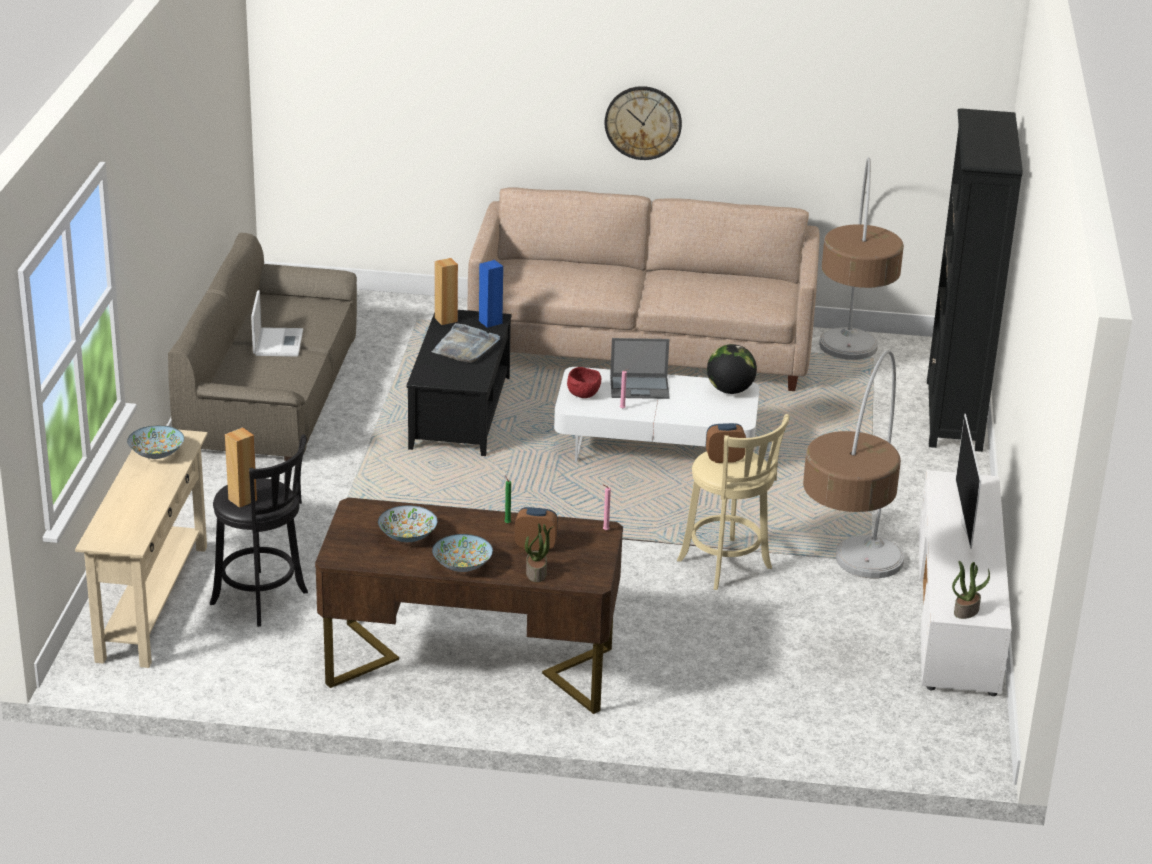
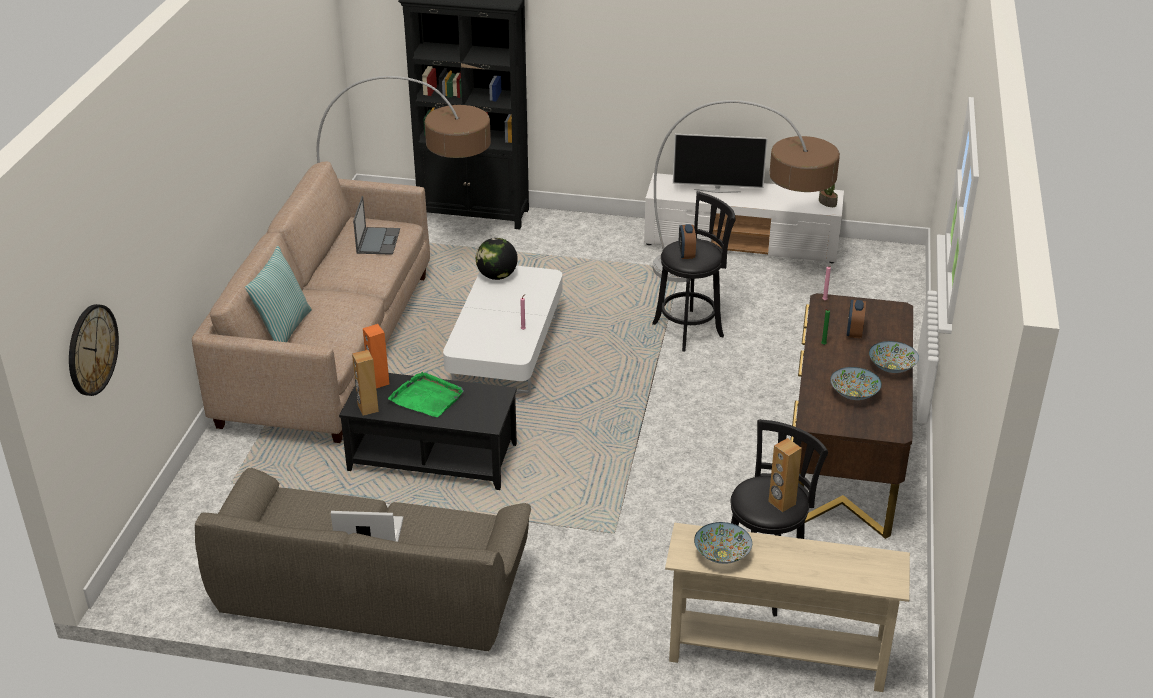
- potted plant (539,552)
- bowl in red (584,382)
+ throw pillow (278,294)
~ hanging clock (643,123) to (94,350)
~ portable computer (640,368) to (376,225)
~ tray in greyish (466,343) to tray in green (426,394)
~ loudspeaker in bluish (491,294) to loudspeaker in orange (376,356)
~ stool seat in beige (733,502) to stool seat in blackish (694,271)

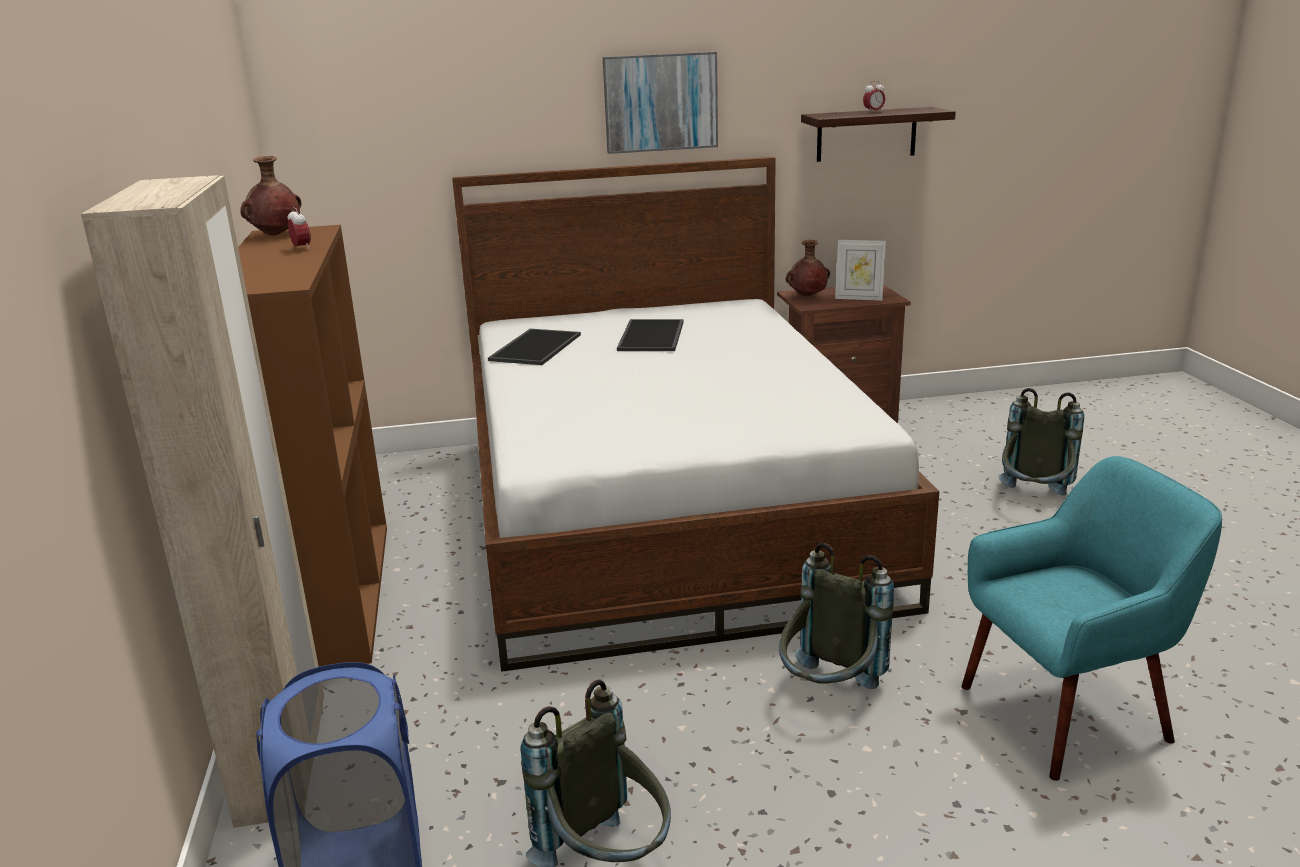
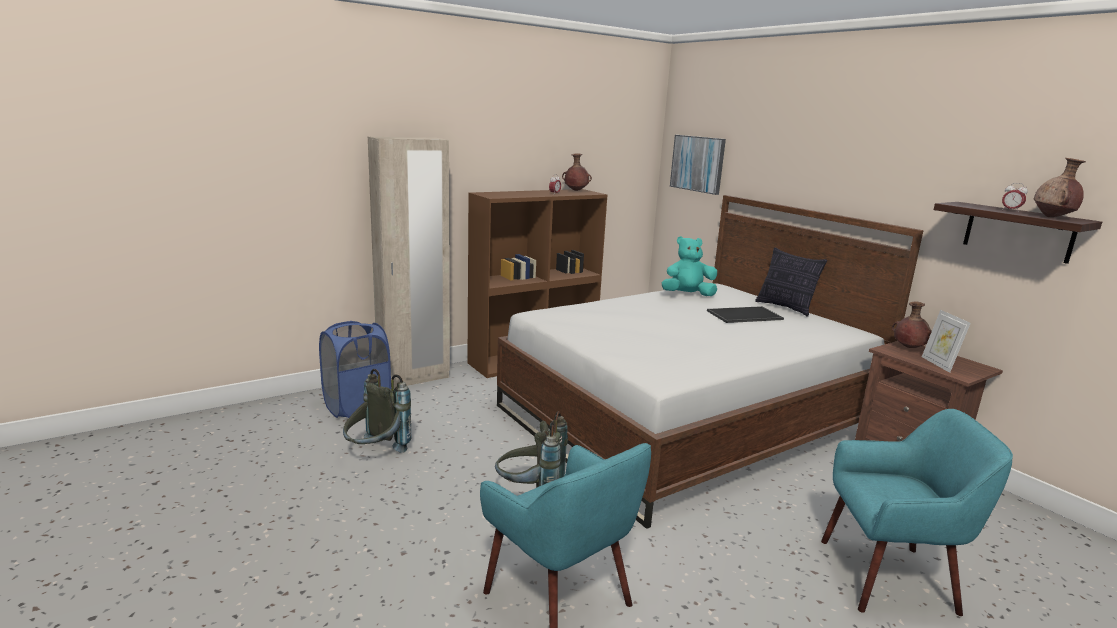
+ throw pillow (791,282)
+ vase in brown (1060,187)
~ wall picture (660,103) to (698,165)
~ tray (534,347) to cuddly toy in turquoise-coloured (689,266)
~ knapsack in greyish (1041,442) to armchair in turquoise-coloured (917,512)

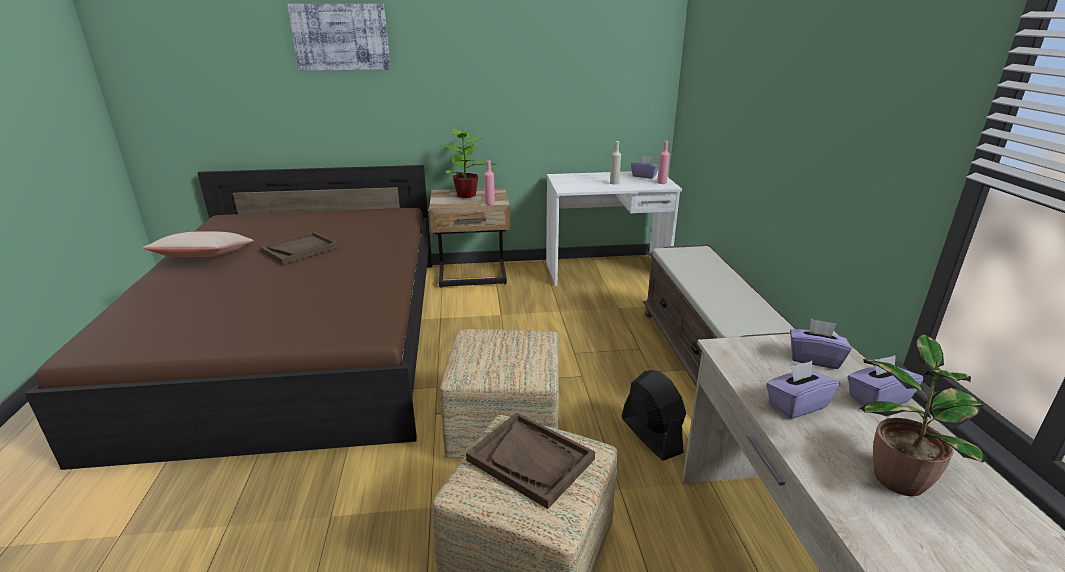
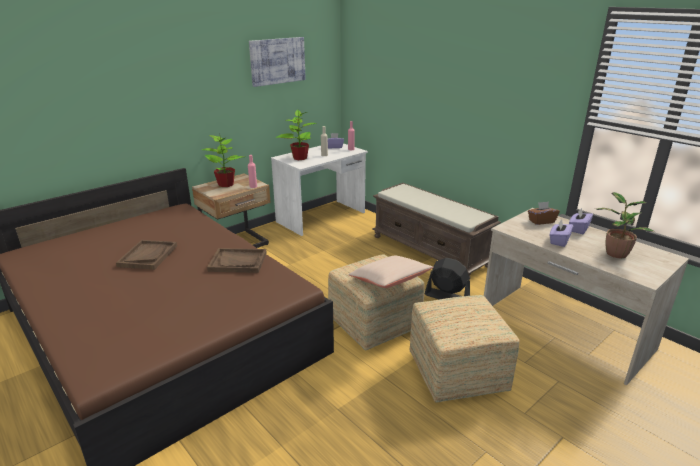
+ potted plant (296,135)
~ throw pillow in beige (198,244) to (391,272)
~ wall picture (339,37) to (277,62)
~ tray in brown (530,460) to (237,260)
~ tissue box in purple (821,344) to tissue box in brown (544,213)

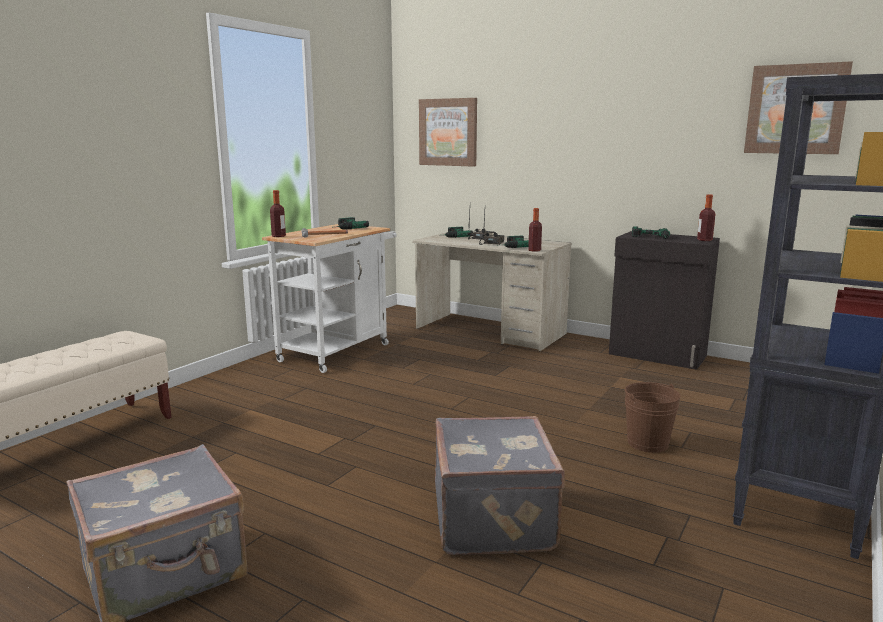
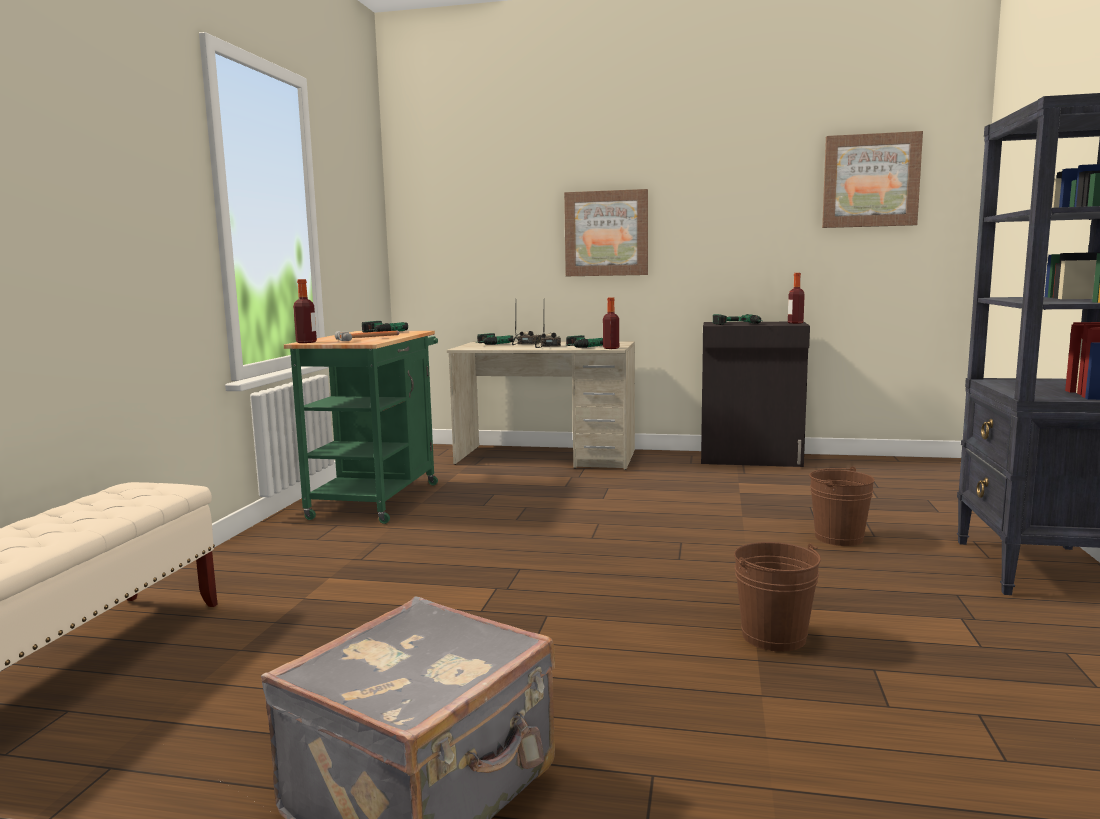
~ wall picture (448,132) to (606,232)
~ travel case in greyish (500,485) to pail in brown (777,597)
~ wheeled cart in whitish (329,298) to wheeled cart in green (361,427)

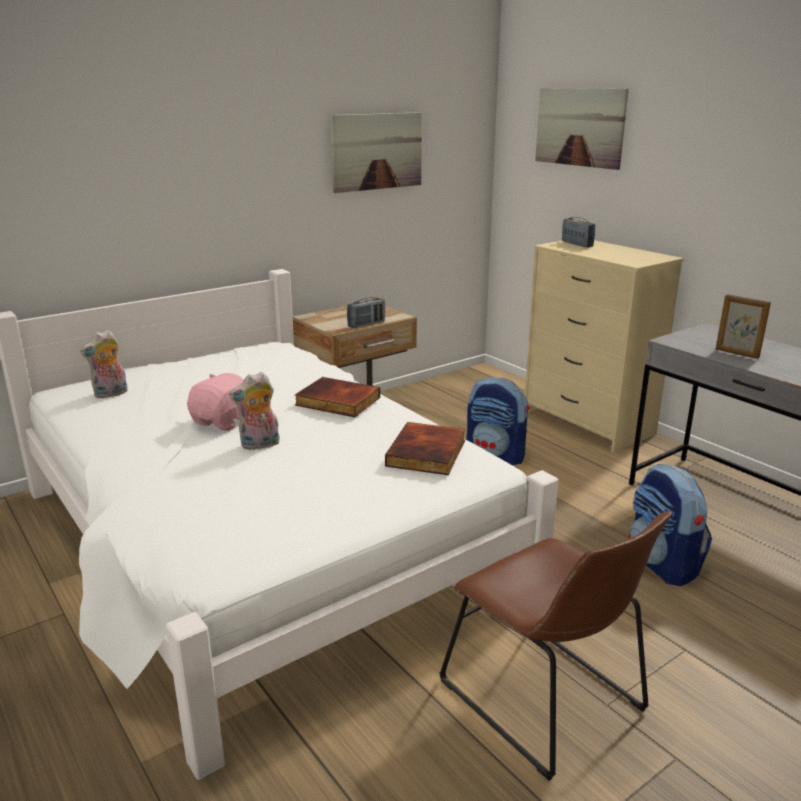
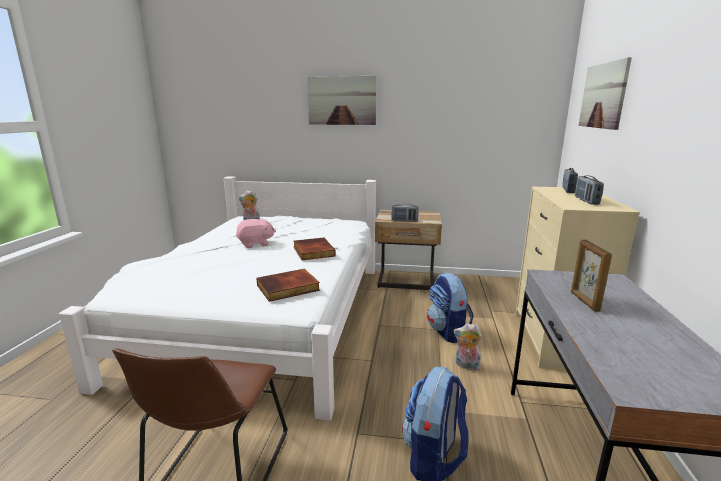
+ radio receiver (589,190)
~ cuddly toy (254,411) to (468,346)
~ wall picture (376,152) to (341,100)

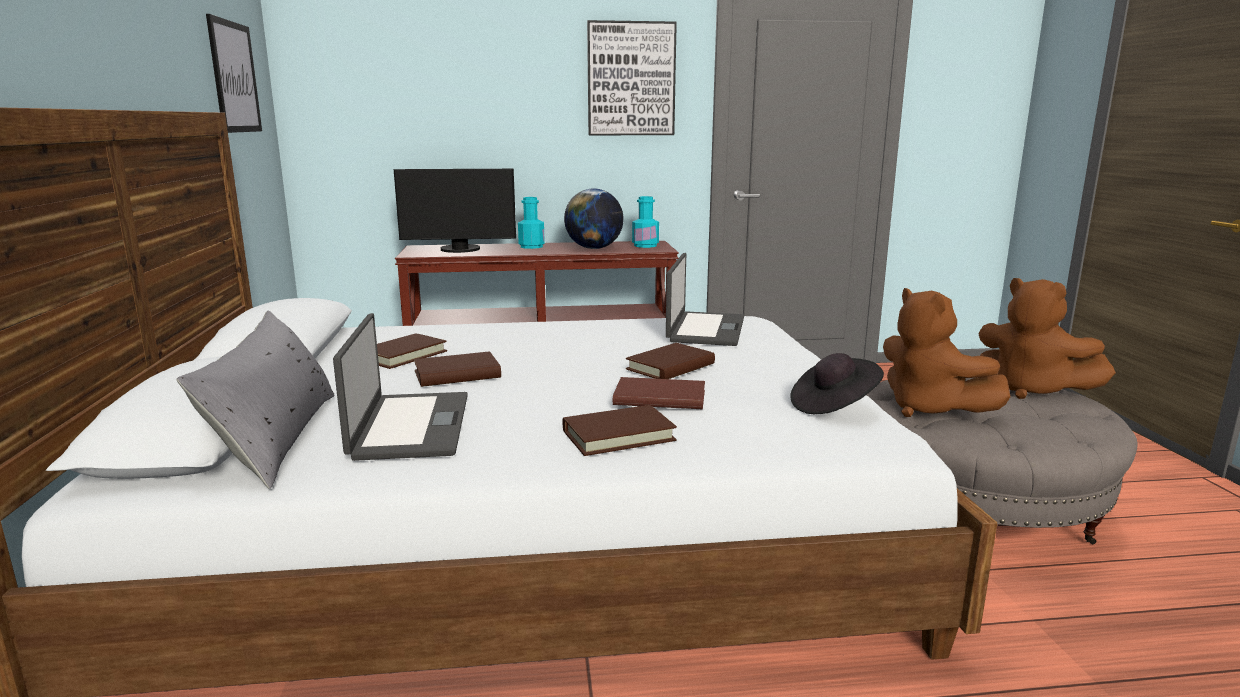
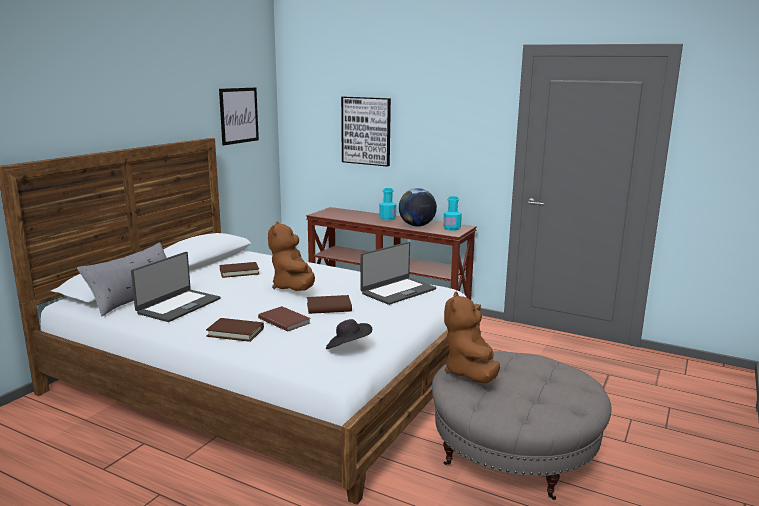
- monitor (455,211)
- volume in brown (457,369)
~ wall picture (632,77) to (366,132)
~ cuddly toy in brown (1047,338) to (291,256)

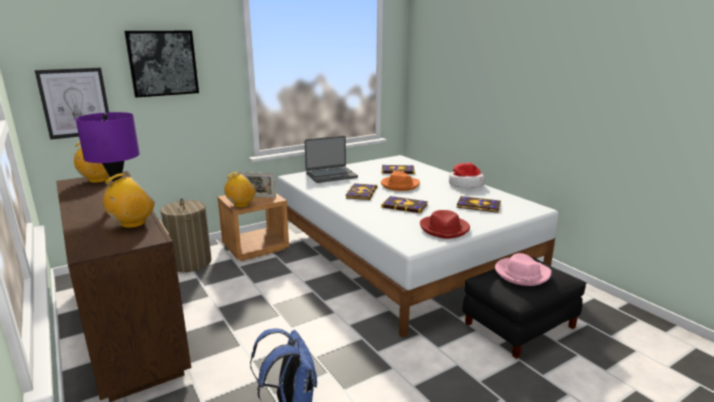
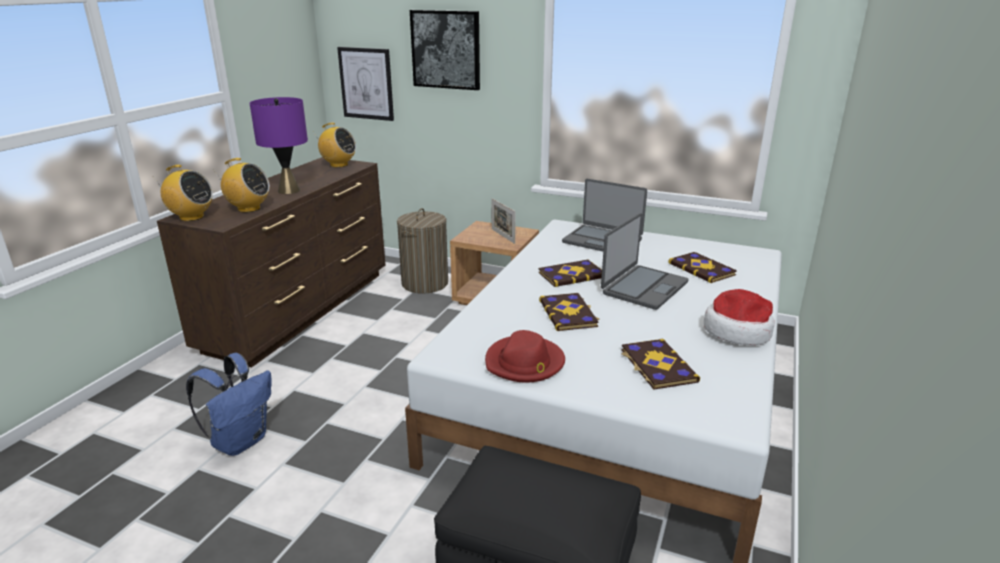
- hat in pink-coloured (523,269)
~ radio receiver (240,190) to (183,193)
~ hat in orange (400,181) to portable computer (644,261)

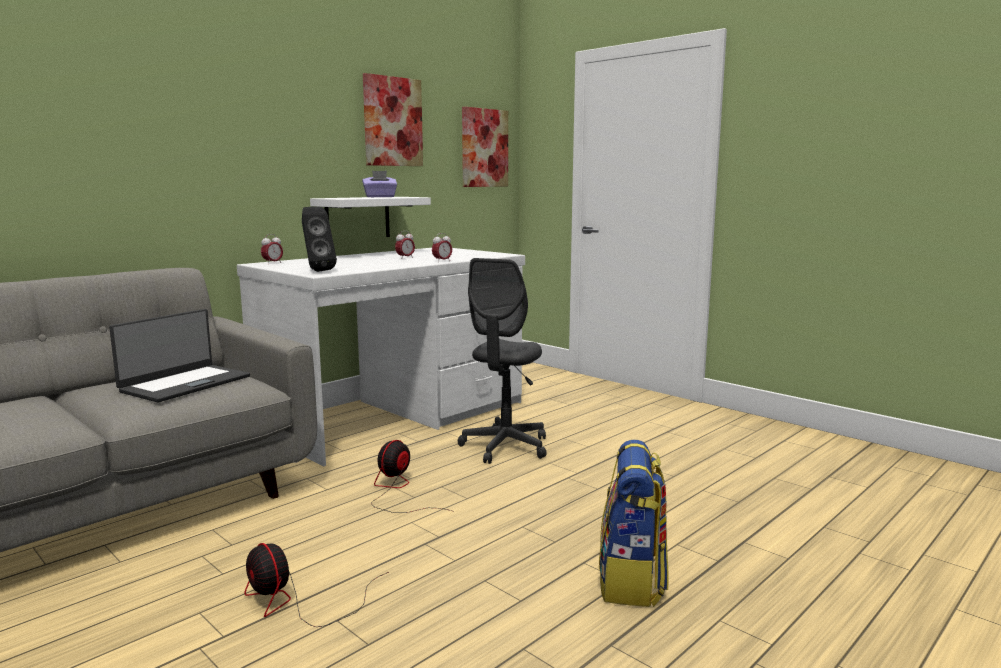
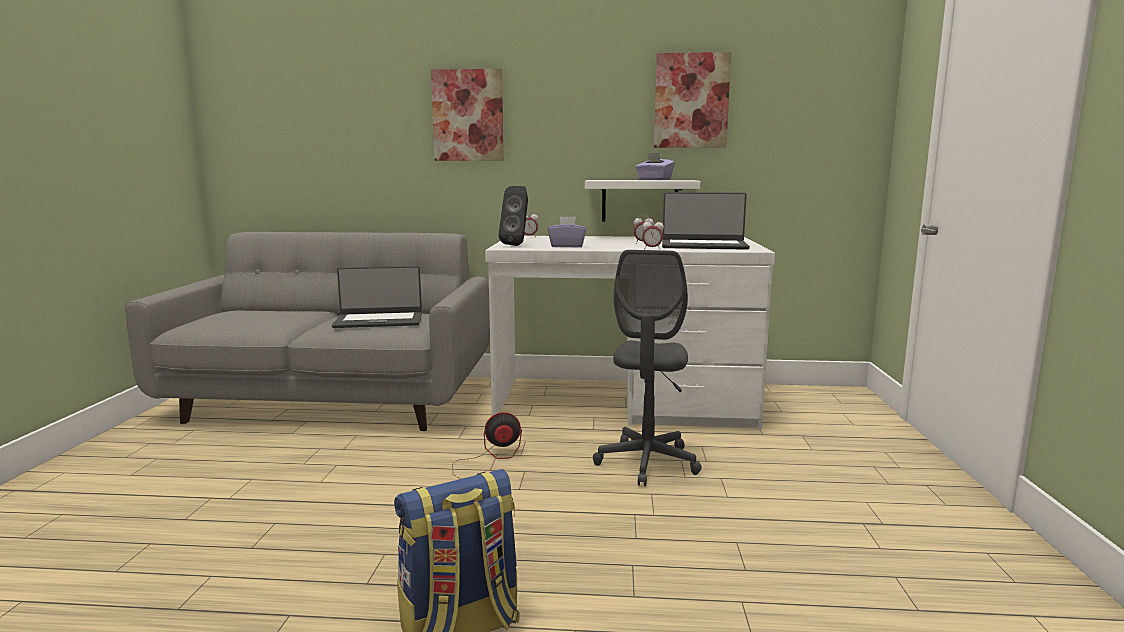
- cooling fan (316,585)
+ tissue box in purple (566,232)
+ portable computer (706,221)
~ wall picture (485,147) to (467,115)
~ office chair in greyish (502,361) = (647,368) 60 degrees counterclockwise

